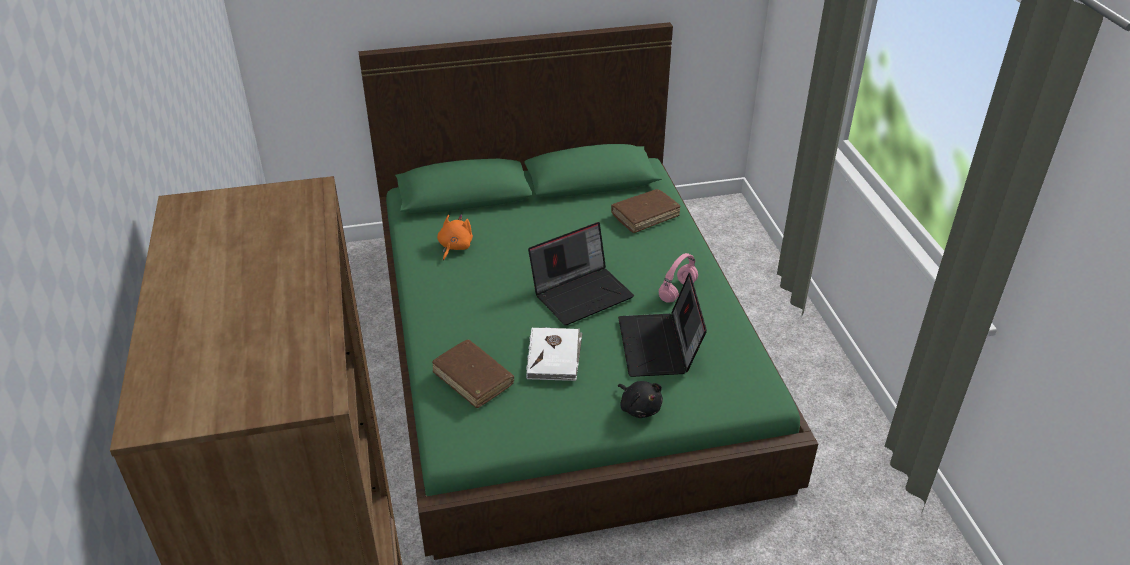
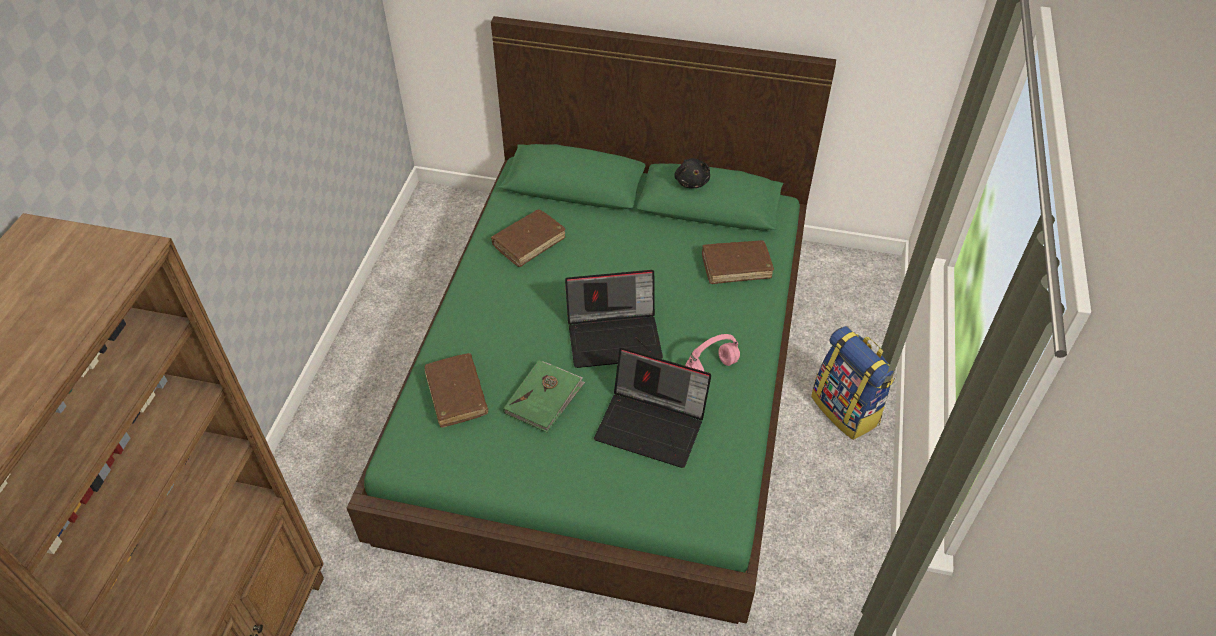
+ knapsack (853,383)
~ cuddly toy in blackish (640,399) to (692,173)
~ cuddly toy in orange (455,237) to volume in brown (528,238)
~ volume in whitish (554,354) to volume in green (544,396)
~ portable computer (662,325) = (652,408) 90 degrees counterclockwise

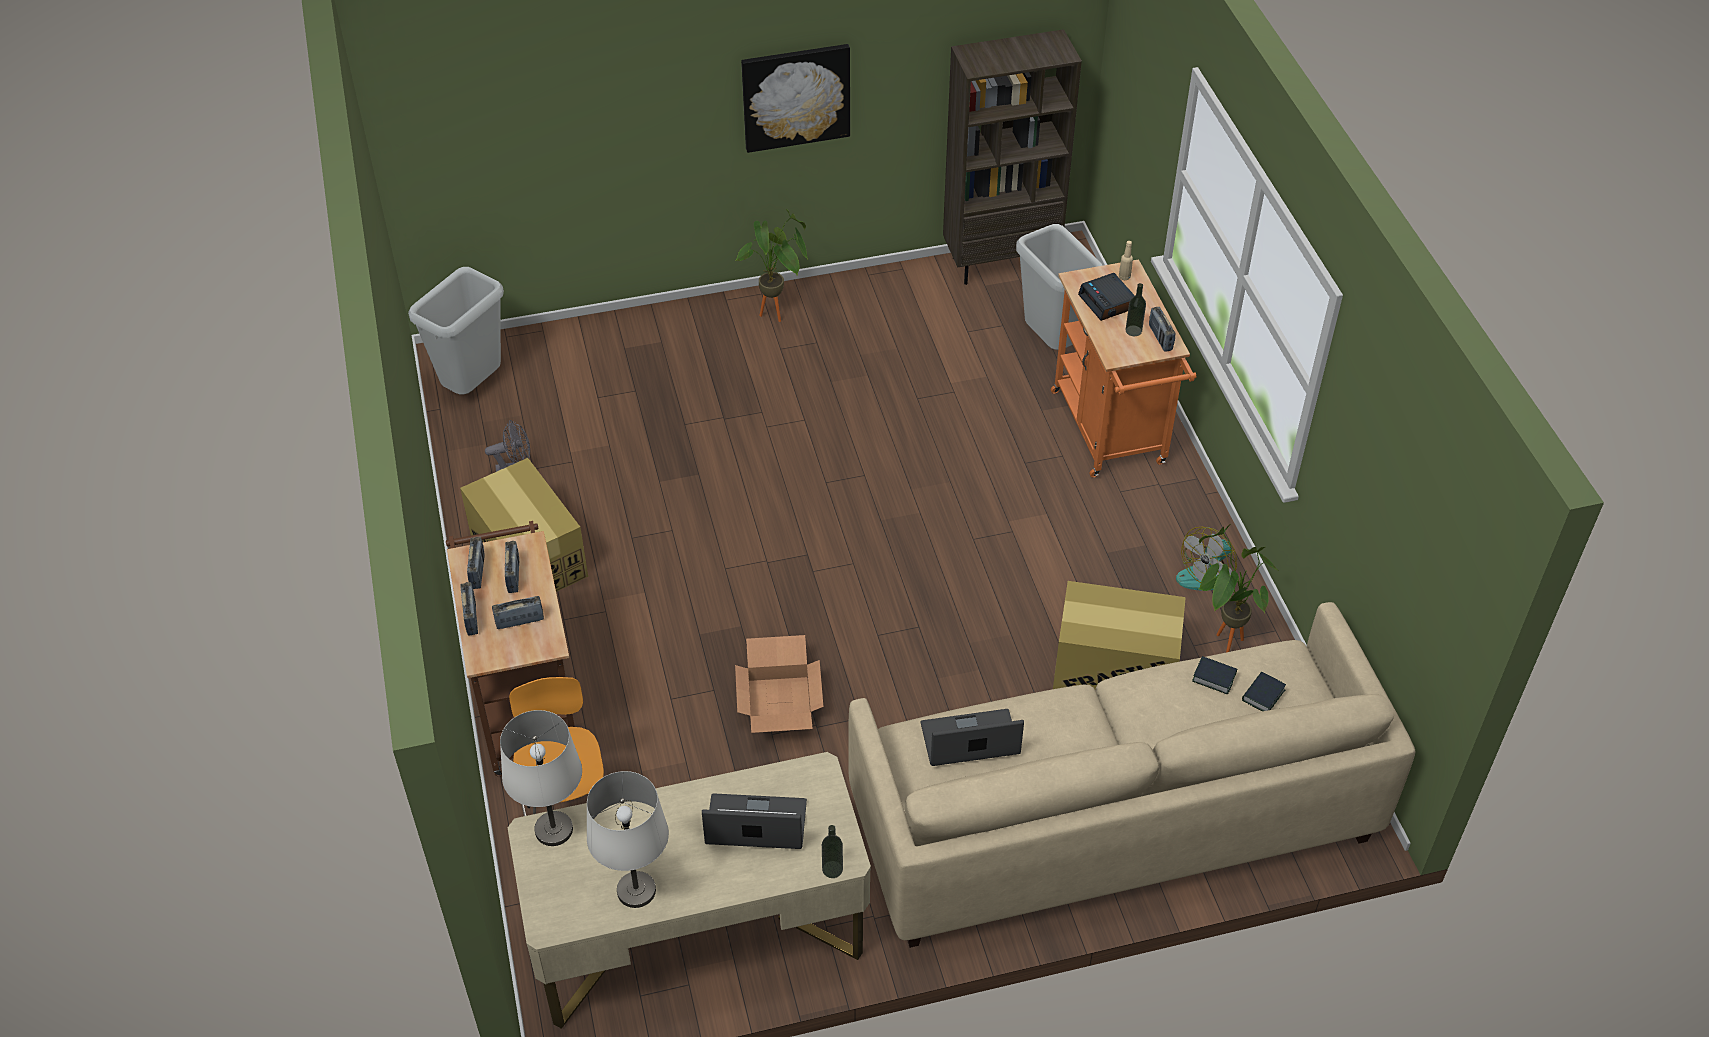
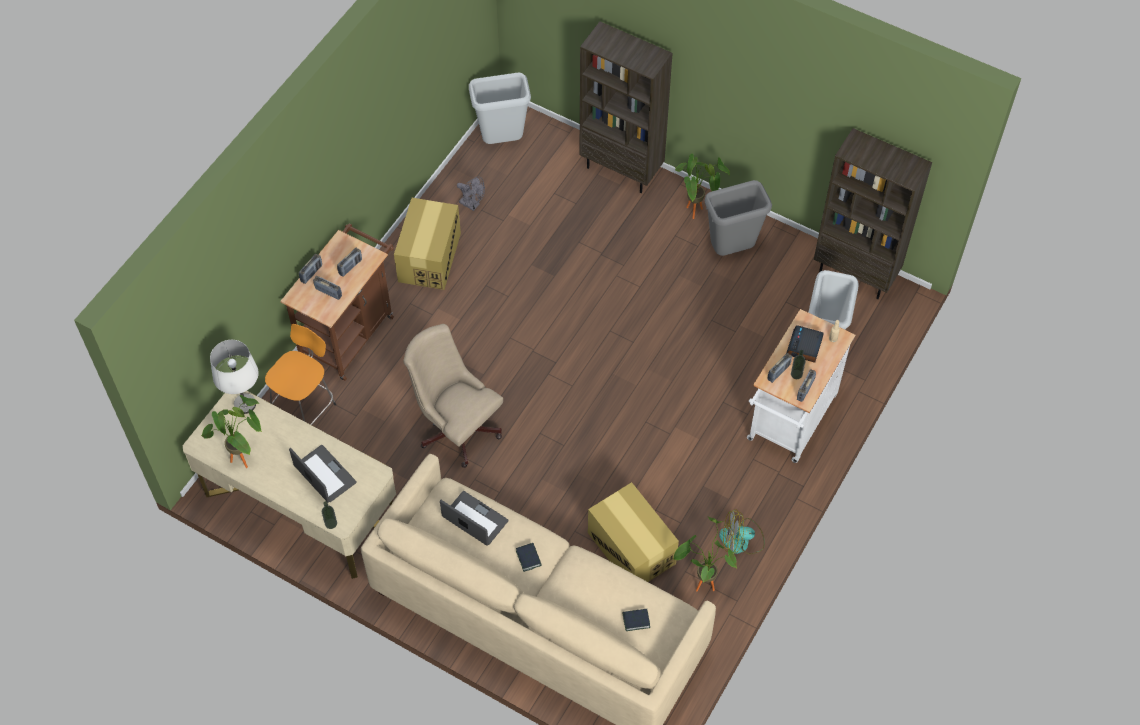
- wall picture (795,98)
+ bookshelf in brown (626,107)
+ rubbish bin in greyish (738,218)
~ radio receiver (476,563) to (780,368)
~ volume (1214,675) to (529,557)
~ tabletop lamp in whitish (628,839) to potted plant (231,431)
~ cardboard box (779,684) to office chair in beige (453,396)
~ wheeled cart in orange (1124,368) to wheeled cart in whitish (801,386)

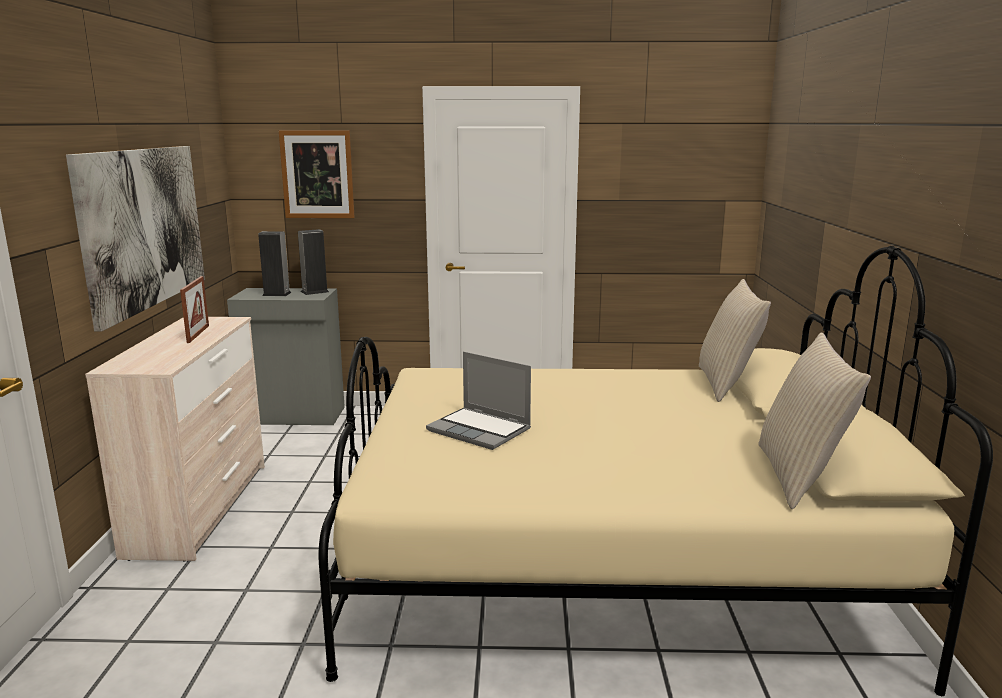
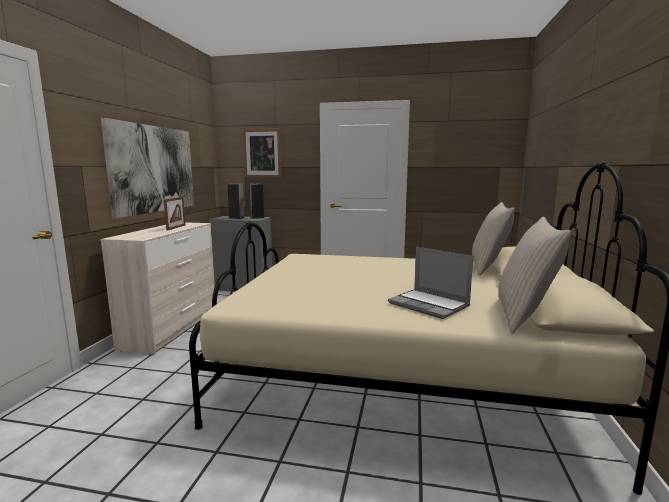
~ portable computer (478,401) to (430,283)

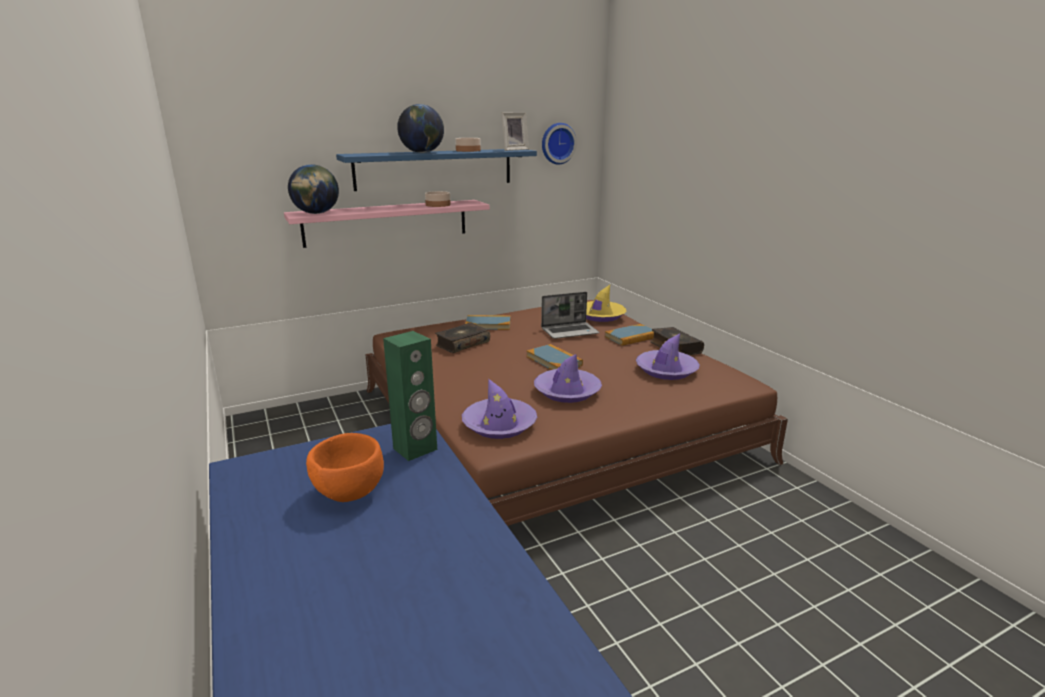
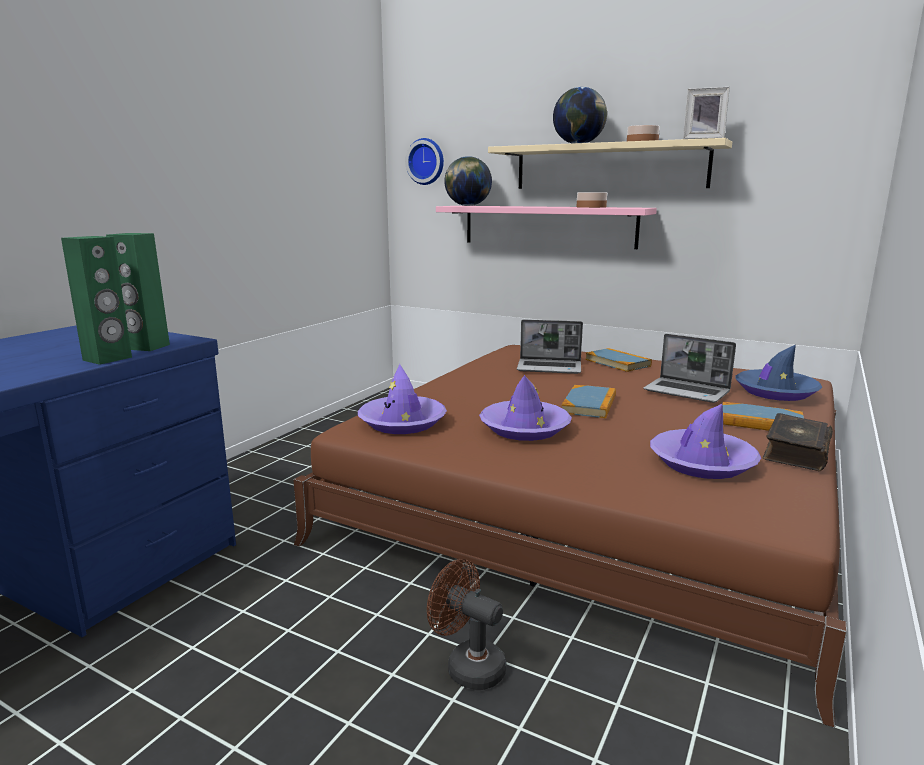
- bowl in orange (345,467)
+ loudspeaker in green (96,300)
+ cooling fan in brown (466,624)
~ hanging clock (559,144) to (424,161)
~ volume (462,337) to portable computer (550,346)
~ wall shelf in bluish (436,170) to wall shelf in beige (610,163)
~ hat in yellow (606,303) to hat in bluish (779,373)

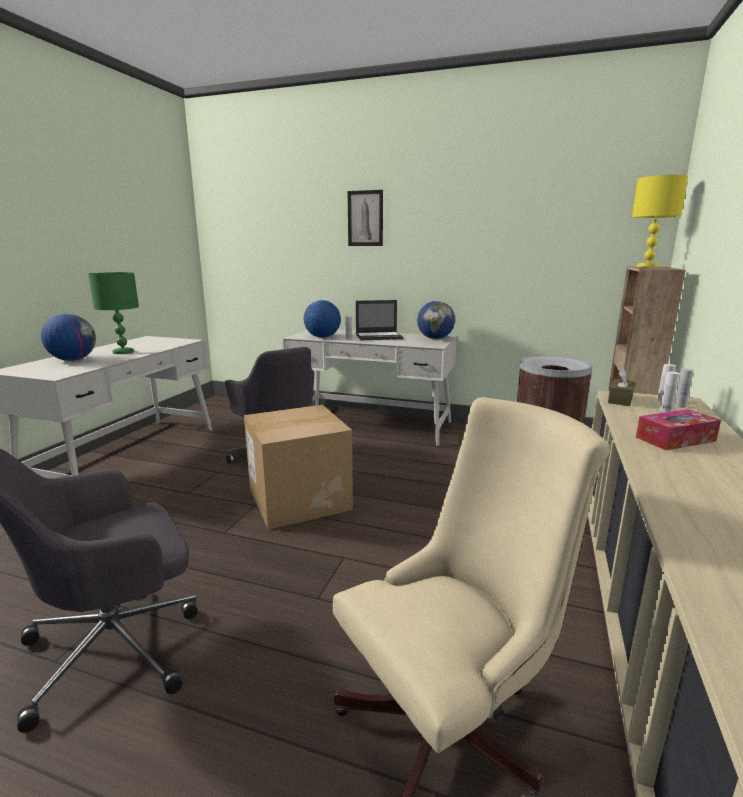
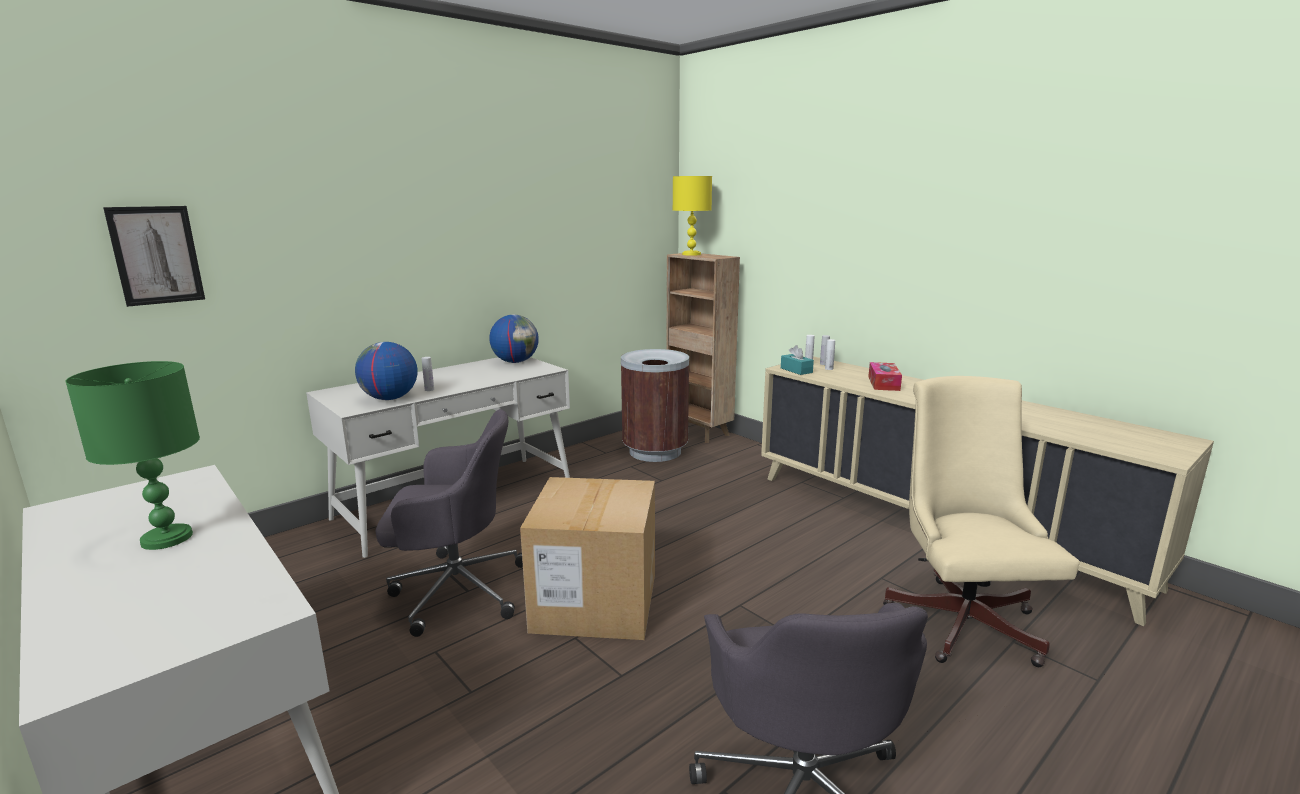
- globe (68,337)
- portable computer (380,320)
~ wall picture (365,218) to (154,256)
~ tissue box in brown (621,387) to tissue box in turquoise-coloured (797,360)

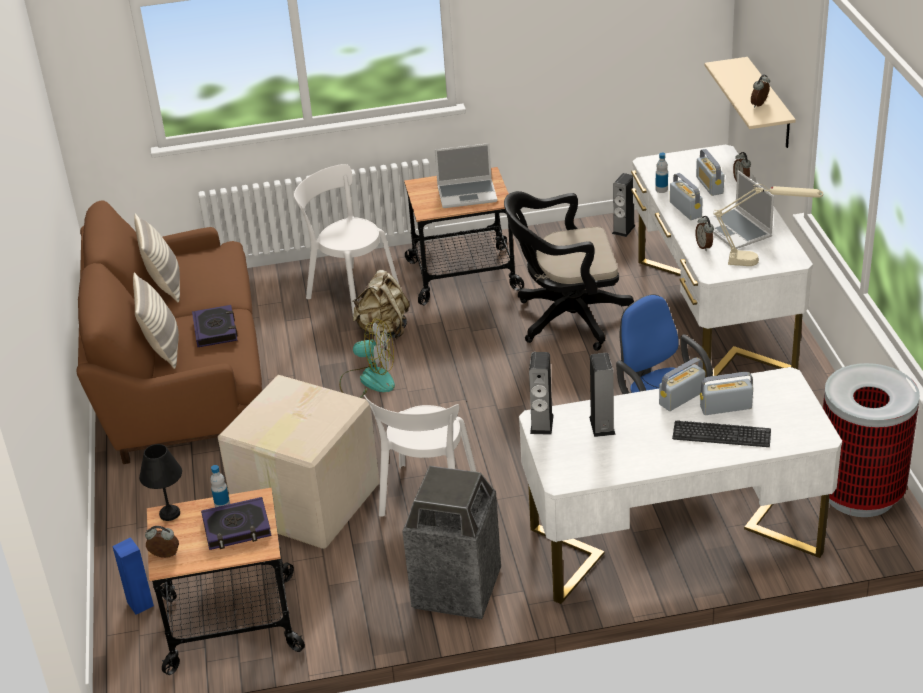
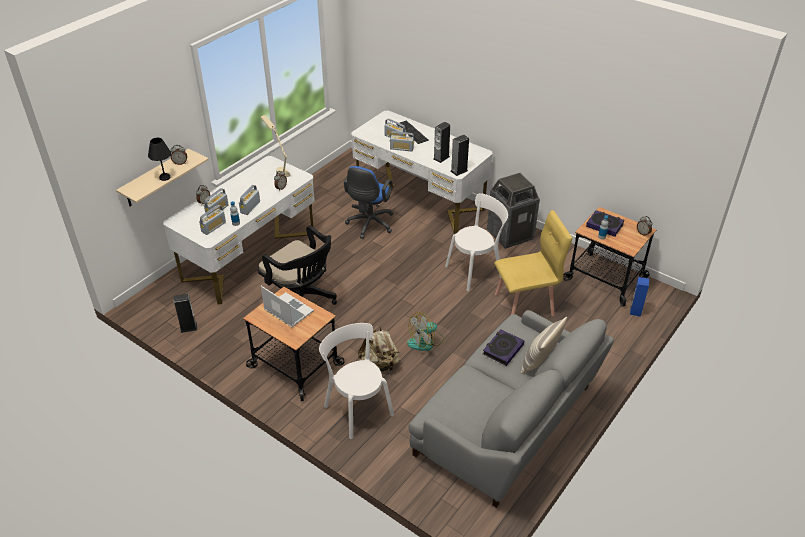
- throw pillow (157,258)
- portable computer (739,209)
- rubbish bin (871,440)
+ radio receiver (212,220)
~ tabletop lamp in blackish (160,482) to (159,159)
~ cardboard box (299,462) to upright chair in yellow (533,263)
~ sofa in brown (169,332) to sofa in greyish (511,409)
~ upright chair in whitish (347,240) = (356,381) 150 degrees clockwise
~ cooling fan (367,358) = (425,331) 90 degrees counterclockwise

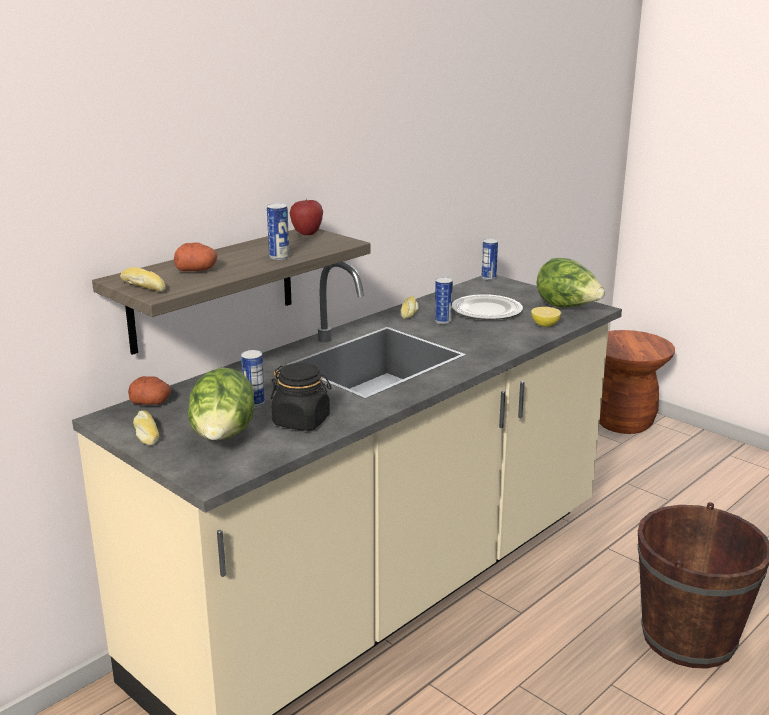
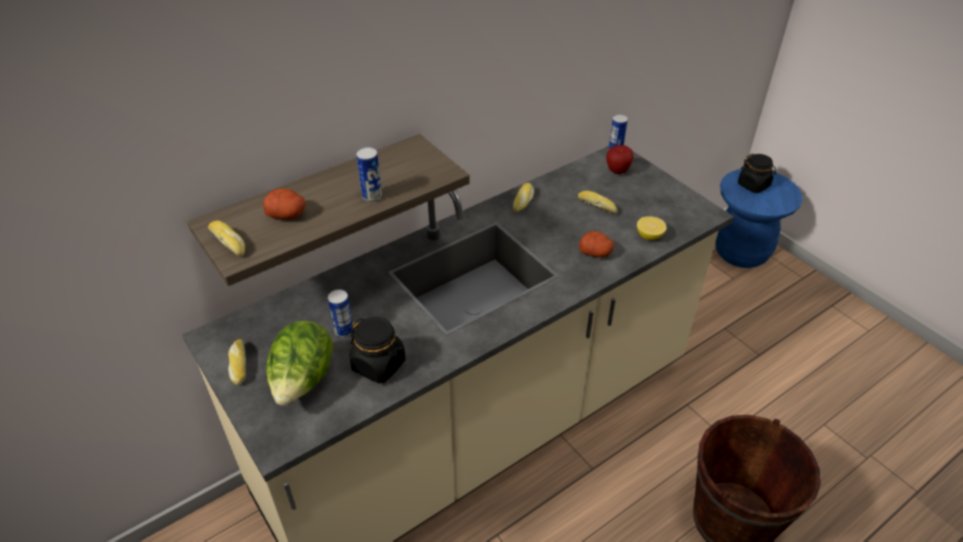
- can (444,300)
- lettuce head (570,282)
+ storage jar in blackish (757,173)
~ whole potato (149,390) to (596,244)
~ apple (306,217) to (620,159)
~ flat dish (487,307) to baked bread (598,202)
~ stool seat in brown (637,382) to stool seat in bluish (759,218)

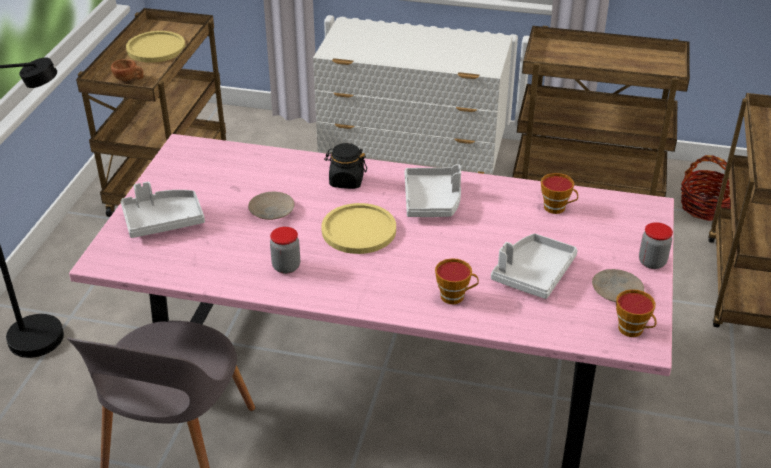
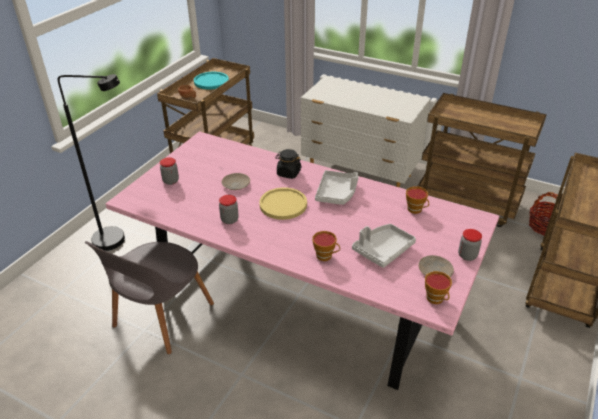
~ tray in greyish (163,210) to storage jar (169,171)
~ flat dish in yellow (155,47) to flat dish in turquoise-coloured (211,80)

